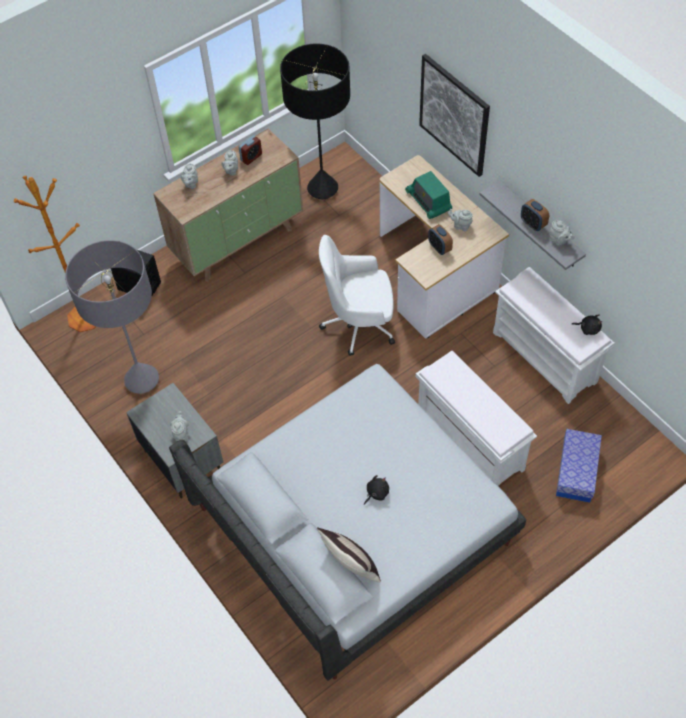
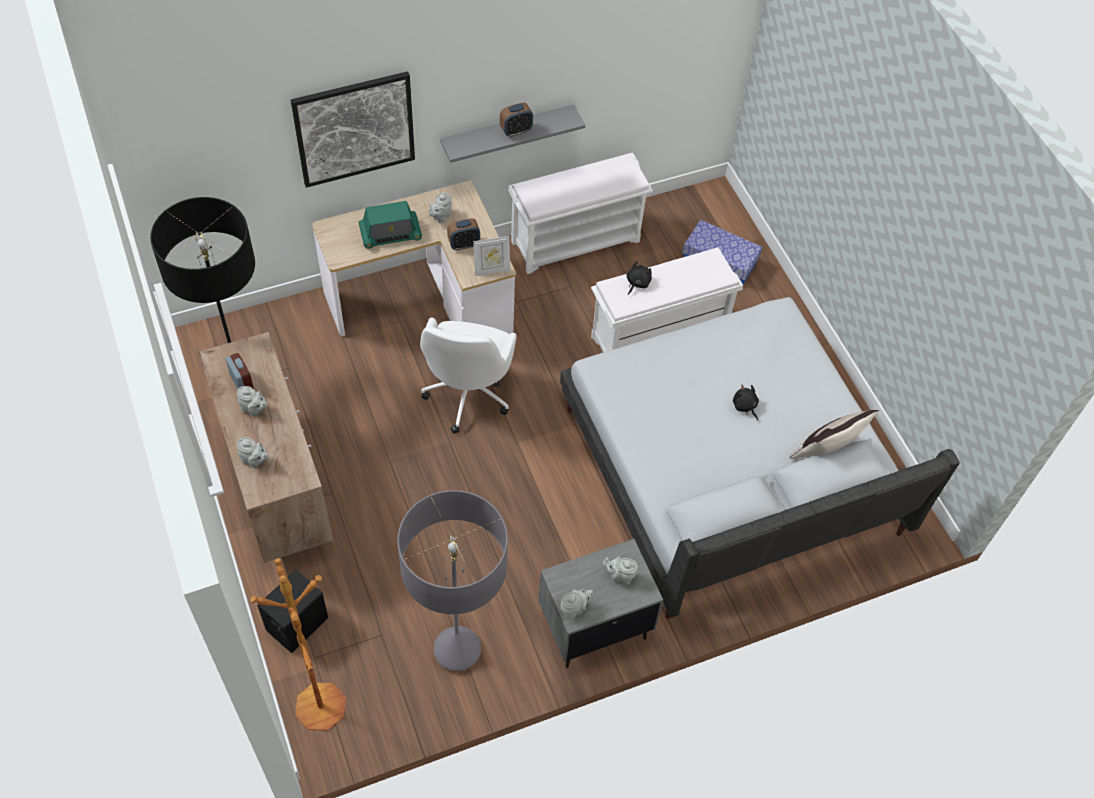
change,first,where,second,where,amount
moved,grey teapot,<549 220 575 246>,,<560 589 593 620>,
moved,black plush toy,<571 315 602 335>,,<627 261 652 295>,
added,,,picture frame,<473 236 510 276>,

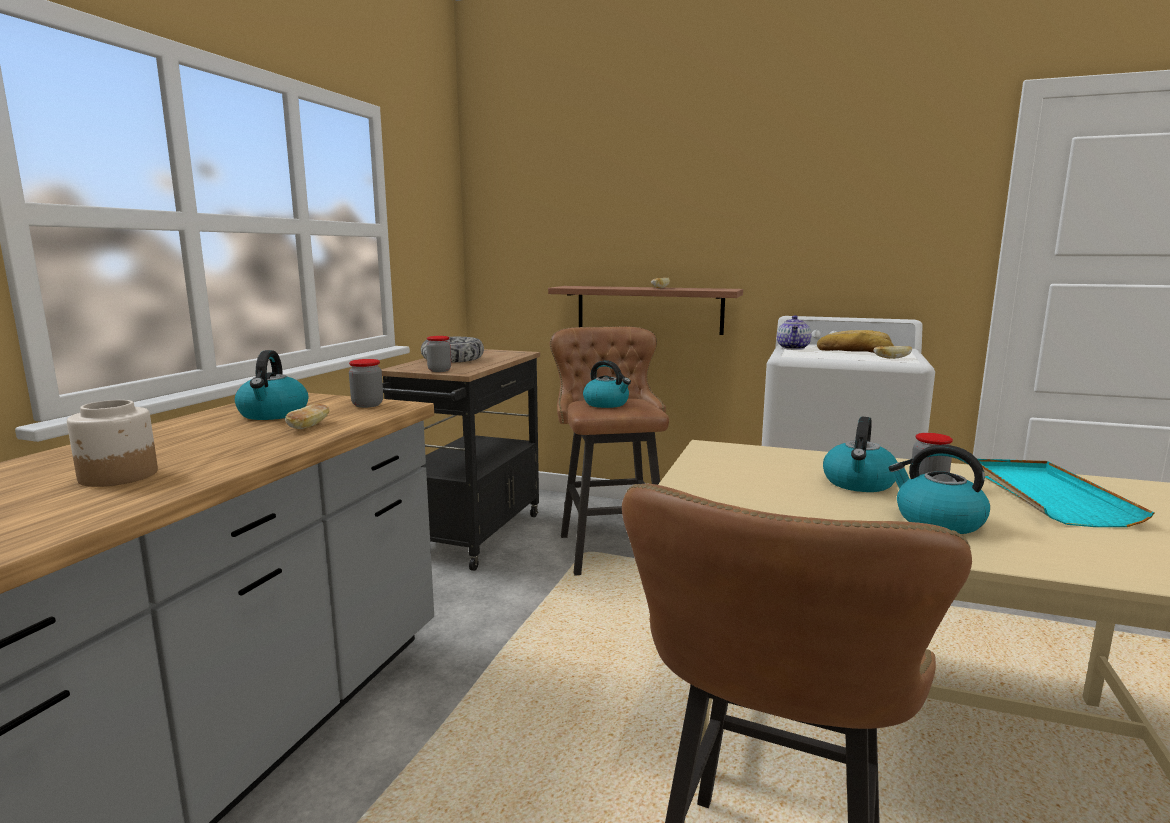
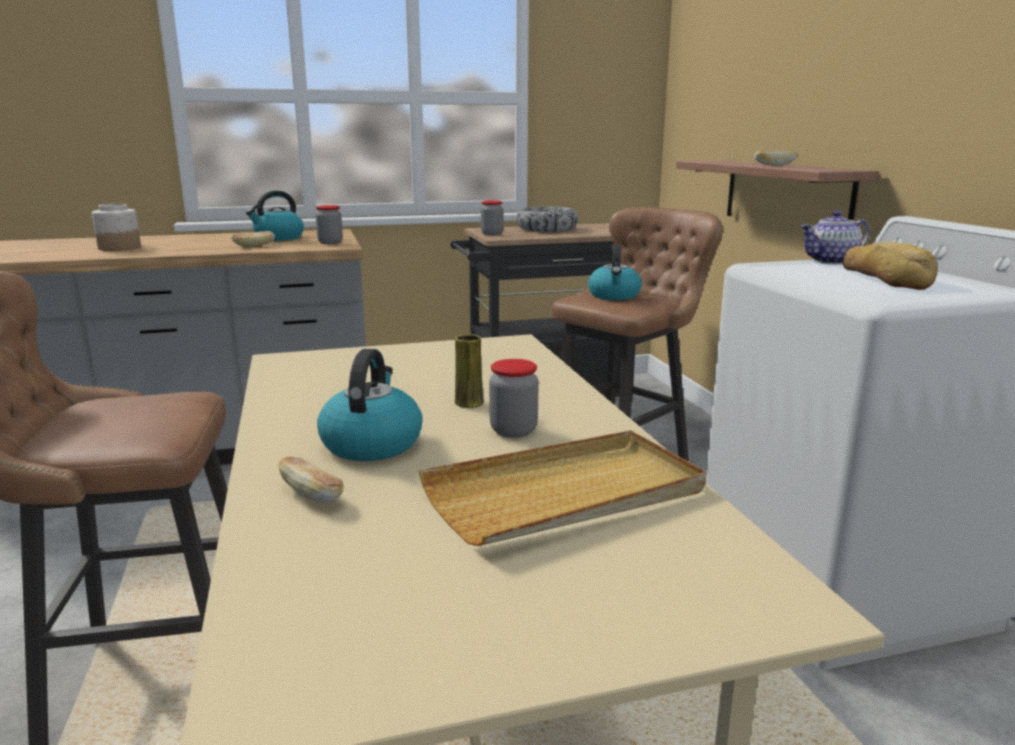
change,first,where,second,where,amount
moved,bread,<873 346 912 359>,,<278 456 344 503>,
replaced,kettle,<823 417 898 492>,yellow vase,<455 334 484 408>,
recoloured,turquoise tray,<978 459 1155 527>,beige tray,<419 430 707 546>,

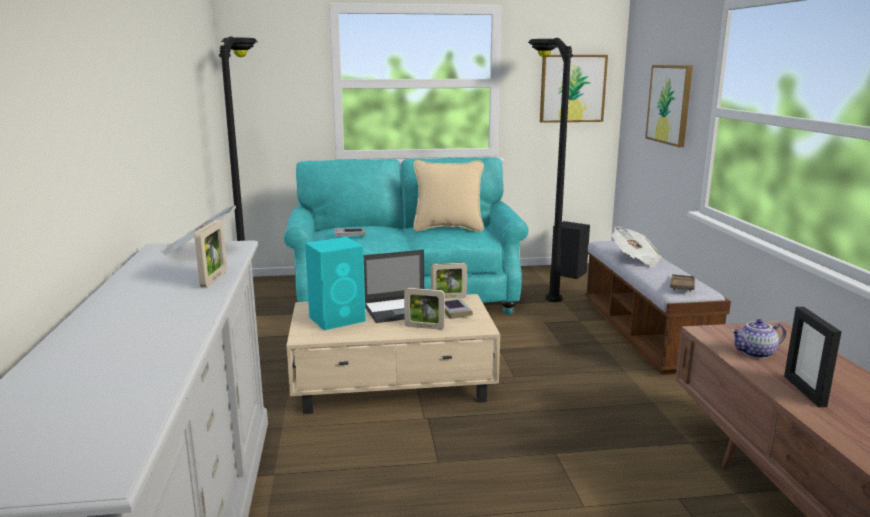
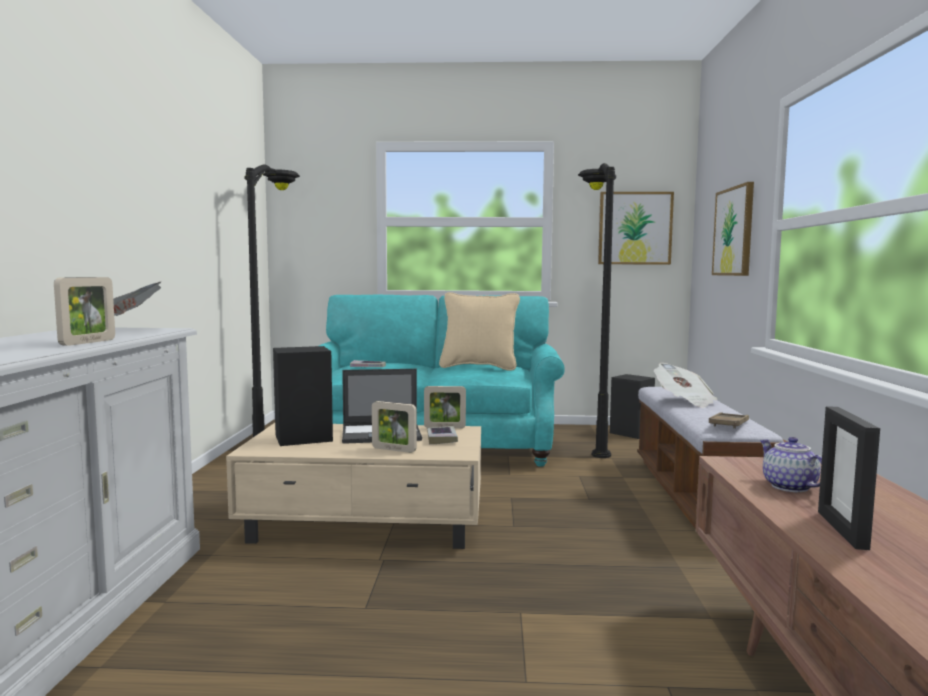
change,first,where,second,where,amount
recoloured,turquoise speaker,<305 237 366 330>,black speaker,<273 346 333 446>,
turned,teapot,<731 319 786 359>,,<760 437 822 492>,75 degrees clockwise

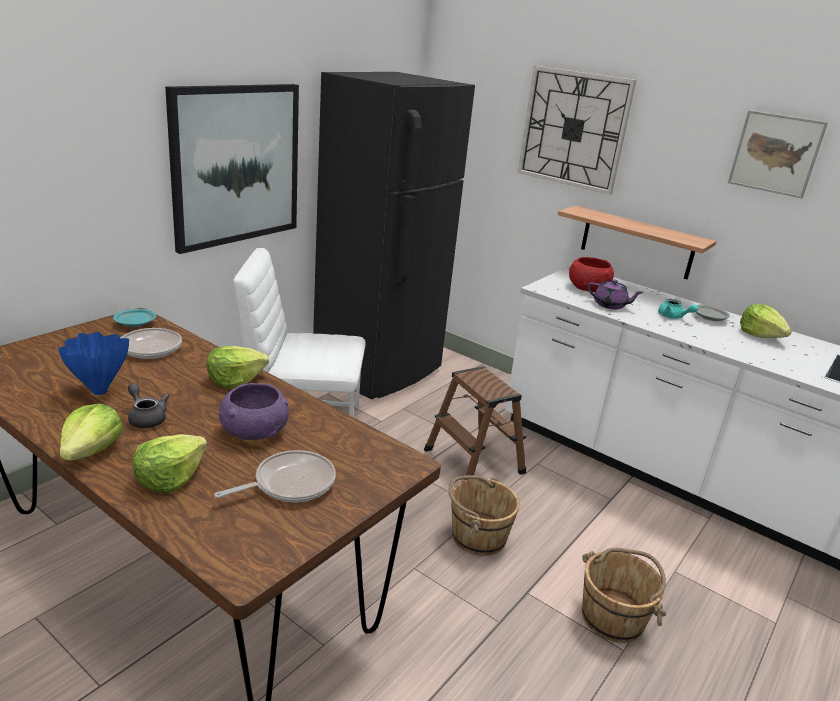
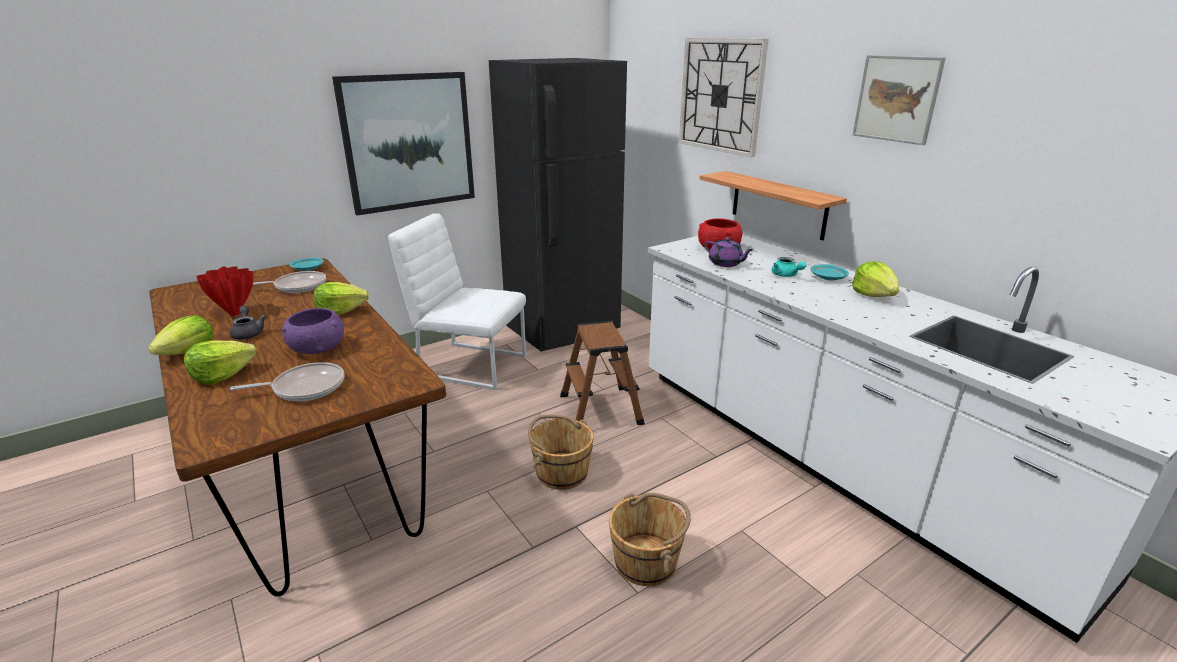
change,first,where,second,where,amount
recoloured,grey plate,<696 305 730 321>,turquoise plate,<811 264 849 281>,
recoloured,blue vase,<58 332 129 395>,red vase,<196 266 253 316>,

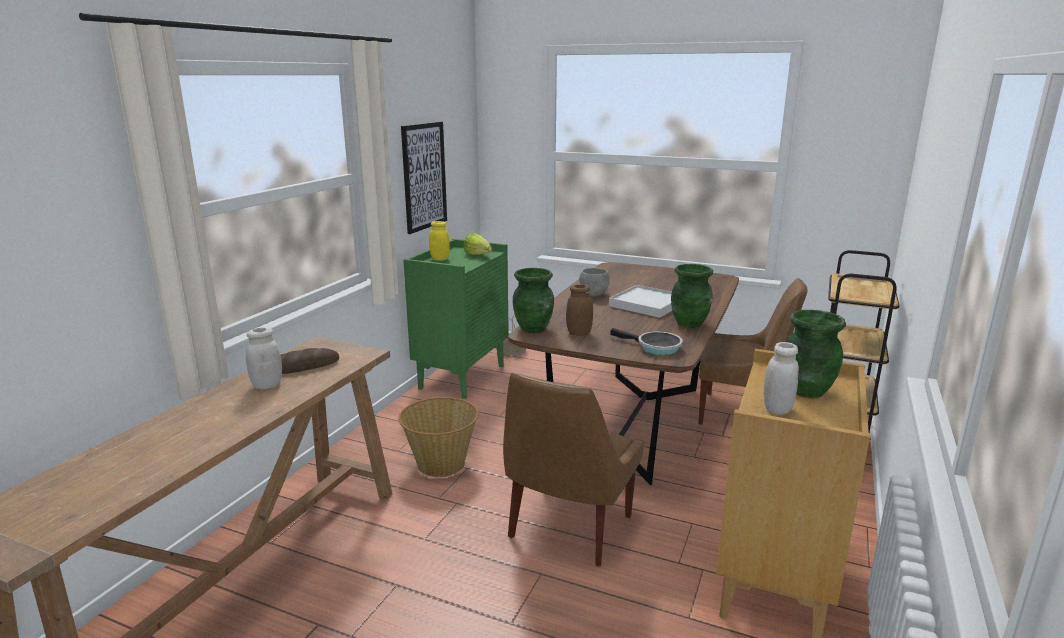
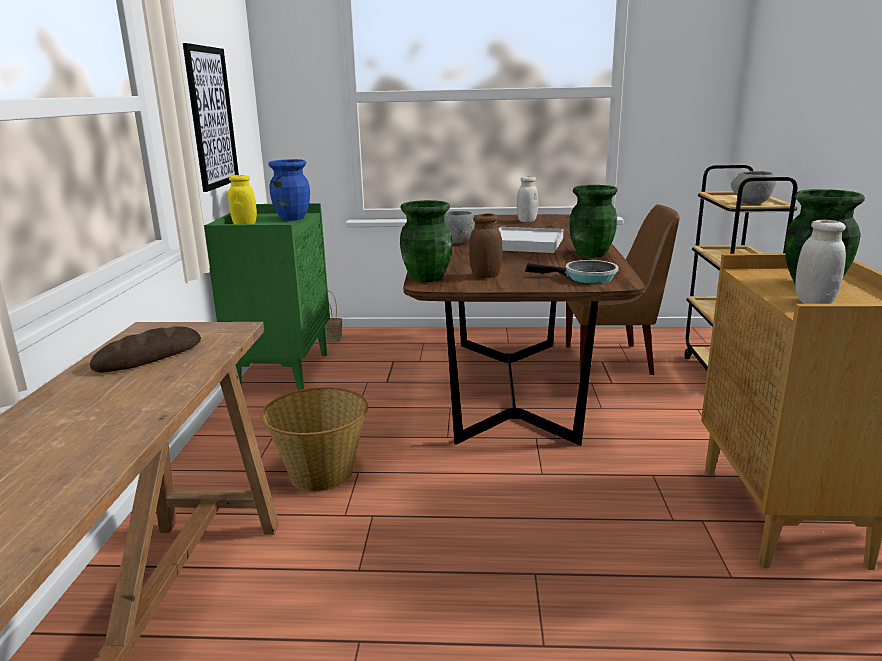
change,first,where,second,where,amount
replaced,lettuce,<464 233 492 255>,blue vase,<268 159 310 221>,
moved,white jar,<246 327 282 389>,,<517 176 538 222>,
removed,brown chair,<503 372 644 566>,,,
added,,,grey bowl,<731 171 776 205>,

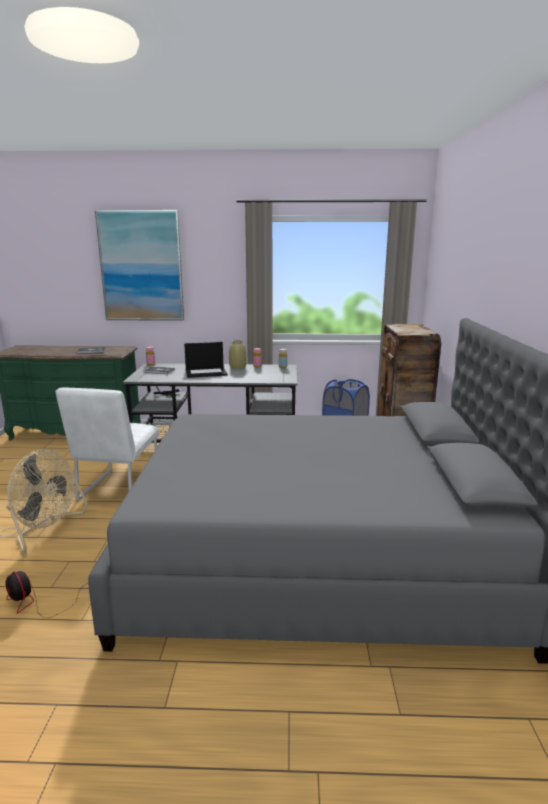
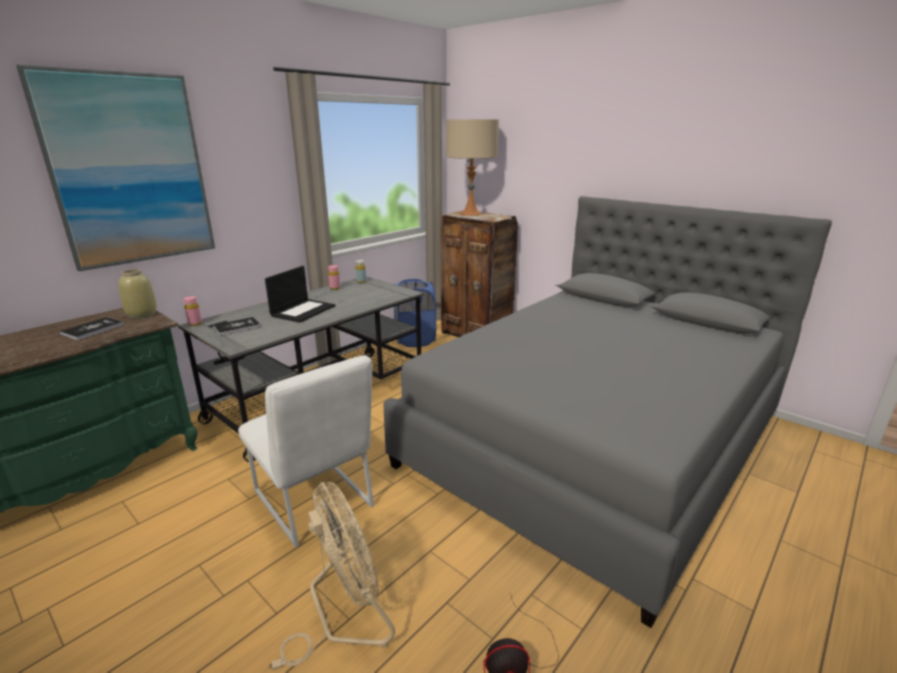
change,first,where,second,where,amount
moved,beige vase,<229 340 246 370>,,<119 269 156 318>,
added,,,beige table lamp,<446 119 499 216>,

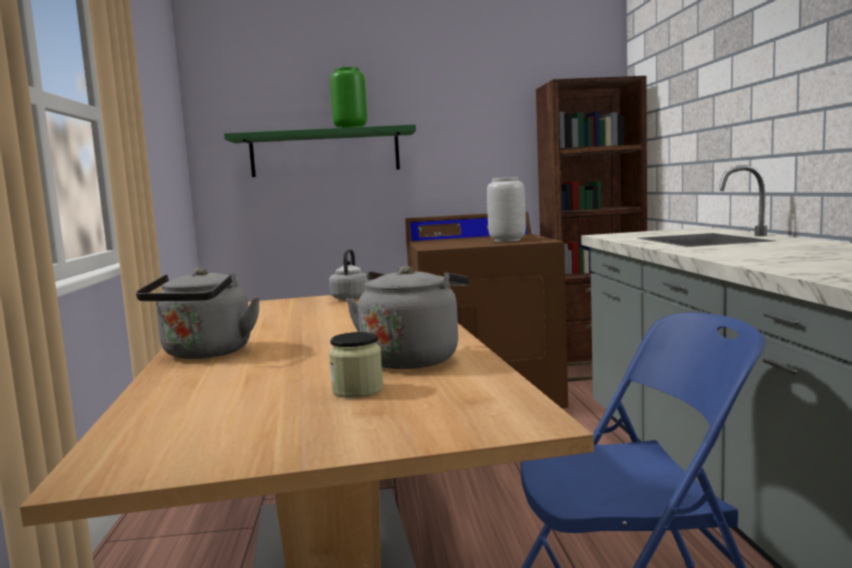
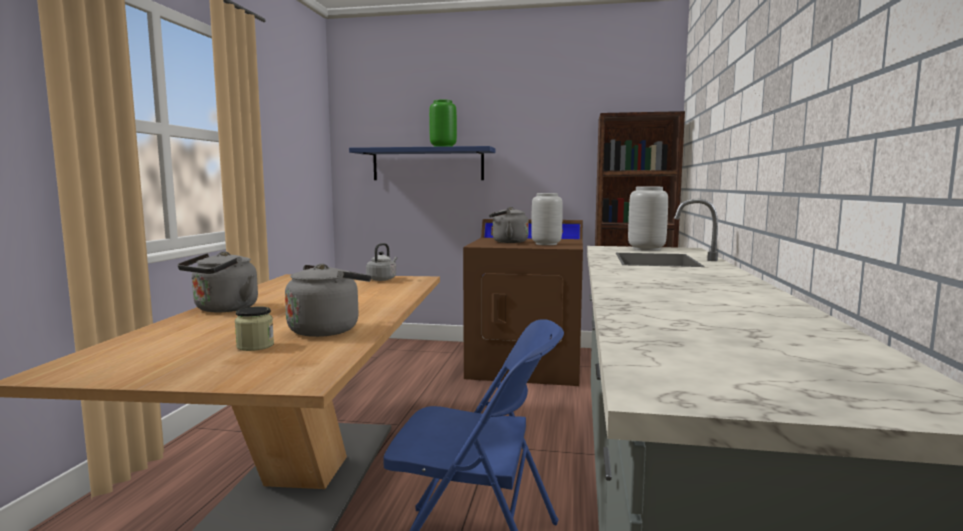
change,first,where,second,where,amount
recoloured,green shelf,<224 124 416 177>,blue shelf,<349 146 496 180>,
added,,,grey vase,<628 187 668 251>,
added,,,grey kettle,<489 207 529 243>,

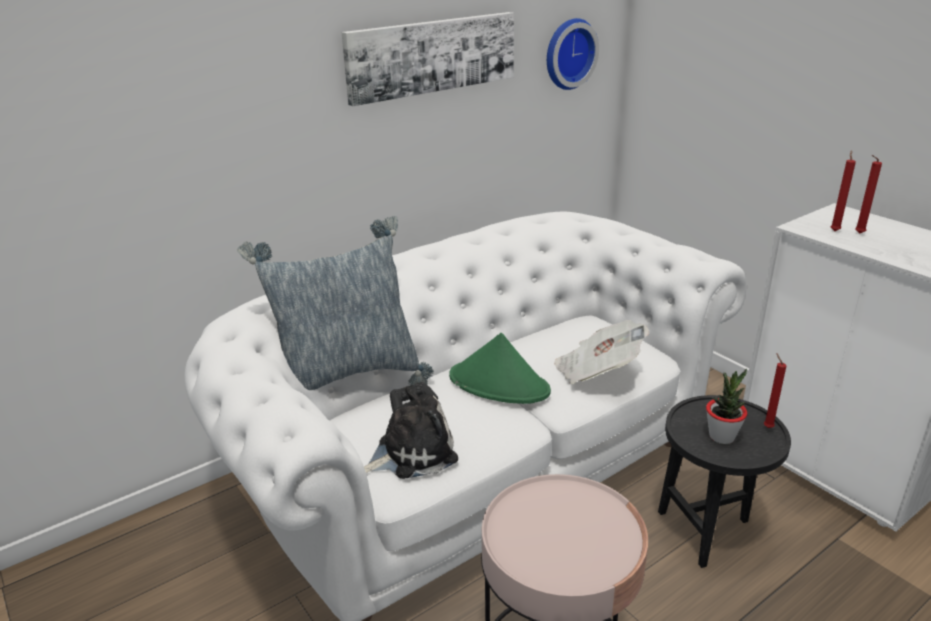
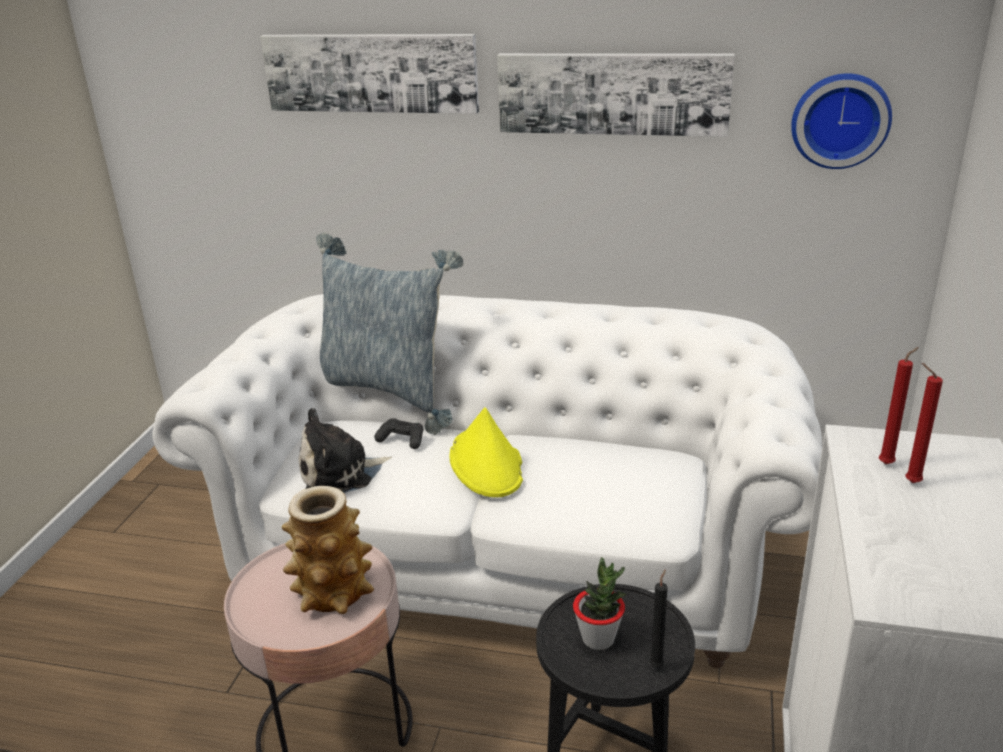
change,first,where,second,where,amount
removed,newspaper,<554 320 649 384>,,,
recoloured,green hat,<449 333 551 404>,yellow hat,<450 407 523 497>,
recoloured,red candle,<764 353 787 428>,black candle,<650 569 668 667>,
turned,plush toy,<364 386 458 479>,,<298 408 392 493>,135 degrees clockwise
added,,,picture,<260 34 479 114>,
added,,,vase,<282 486 374 614>,

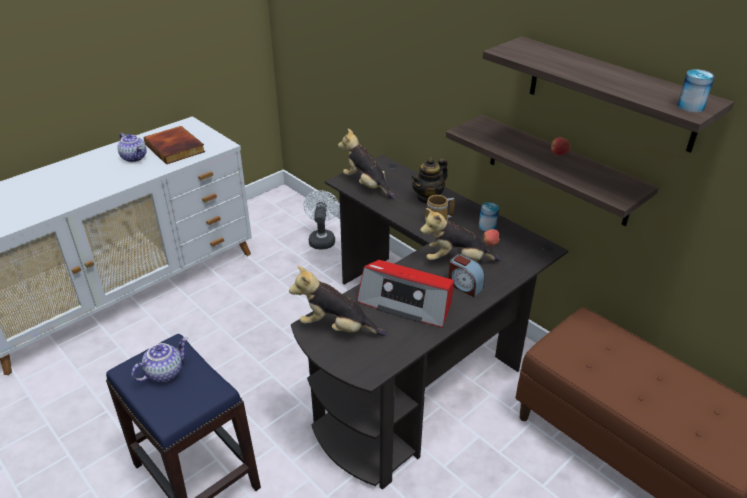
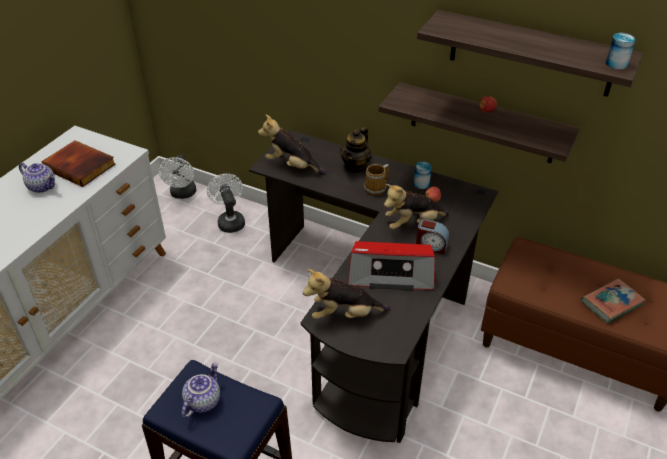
change,first,where,second,where,amount
added,,,white fan,<159 155 196 199>,
added,,,book,<581 279 646 324>,

